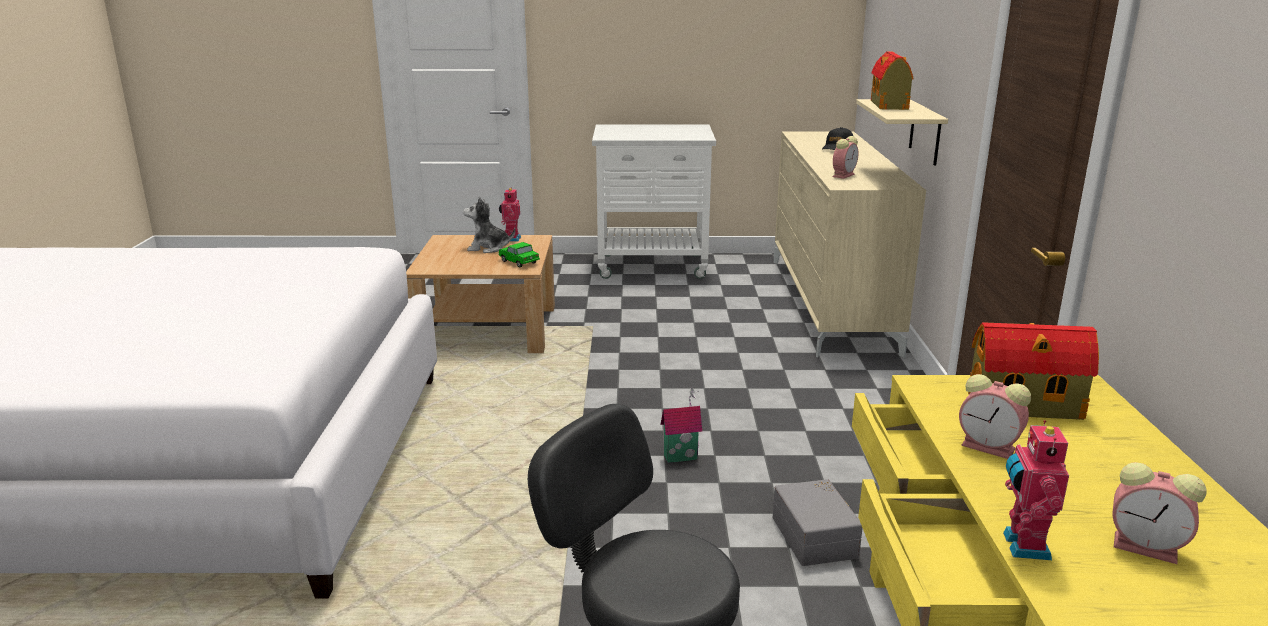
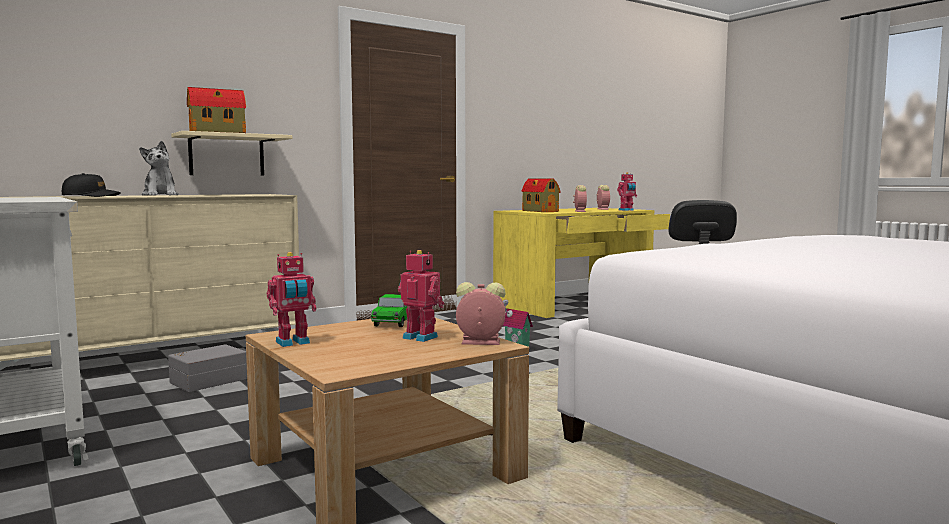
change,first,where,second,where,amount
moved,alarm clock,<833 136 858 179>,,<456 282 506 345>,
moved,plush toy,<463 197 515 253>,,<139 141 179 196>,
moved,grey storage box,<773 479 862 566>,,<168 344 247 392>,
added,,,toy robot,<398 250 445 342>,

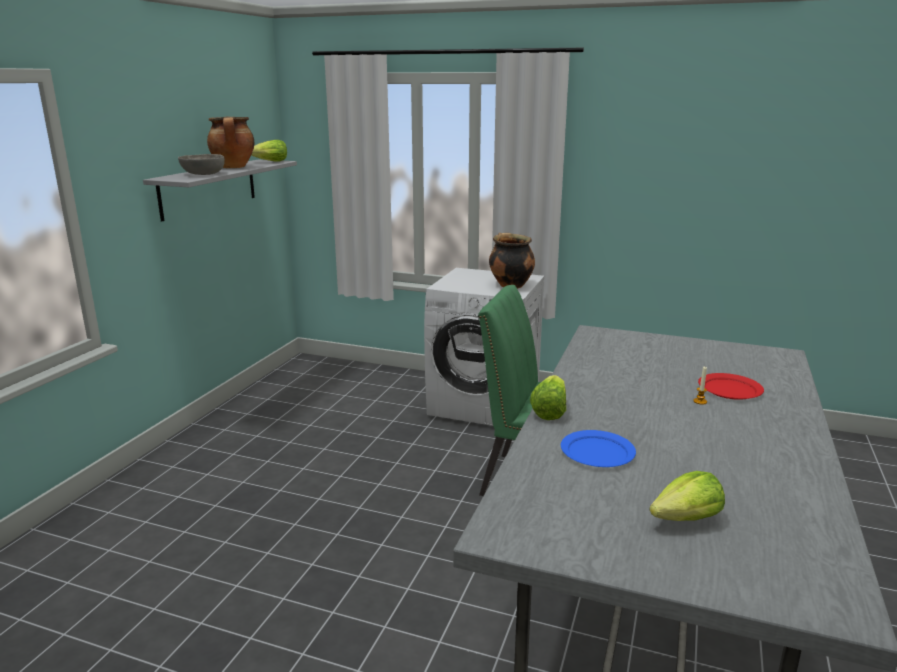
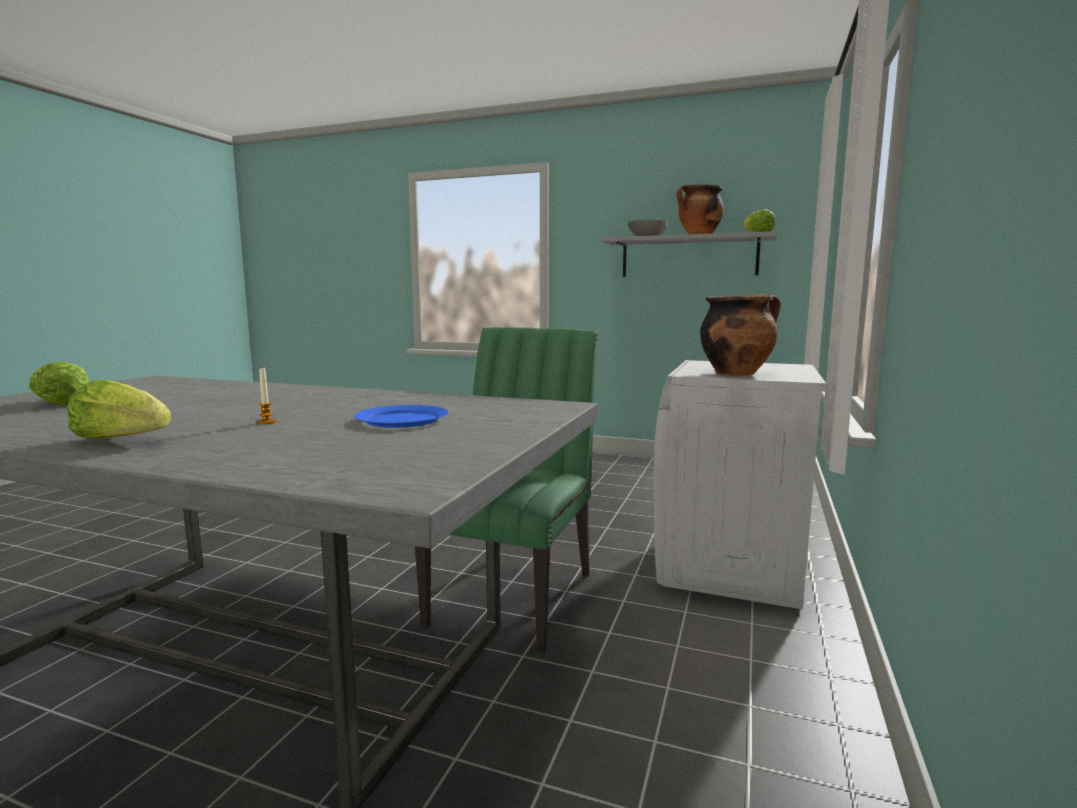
change,first,where,second,where,amount
removed,red plate,<698 373 764 400>,,,
moved,lettuce,<530 375 566 420>,,<67 380 171 439>,
moved,blue plate,<561 430 636 467>,,<354 405 448 428>,

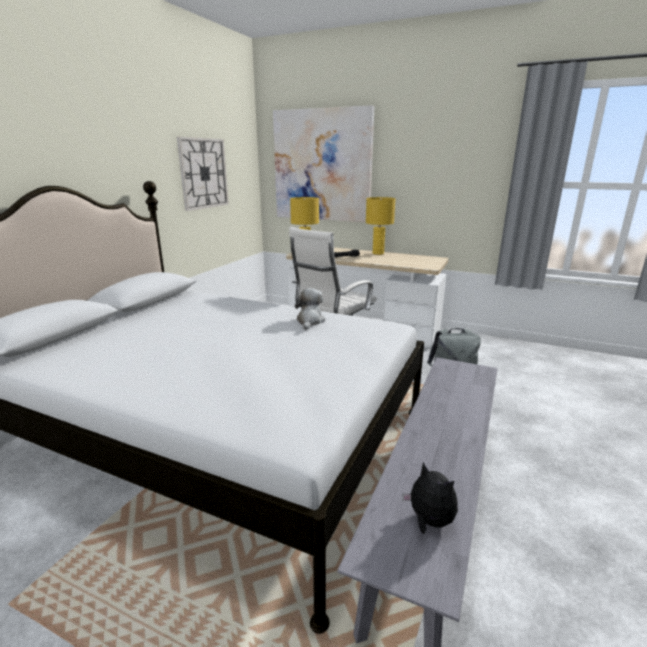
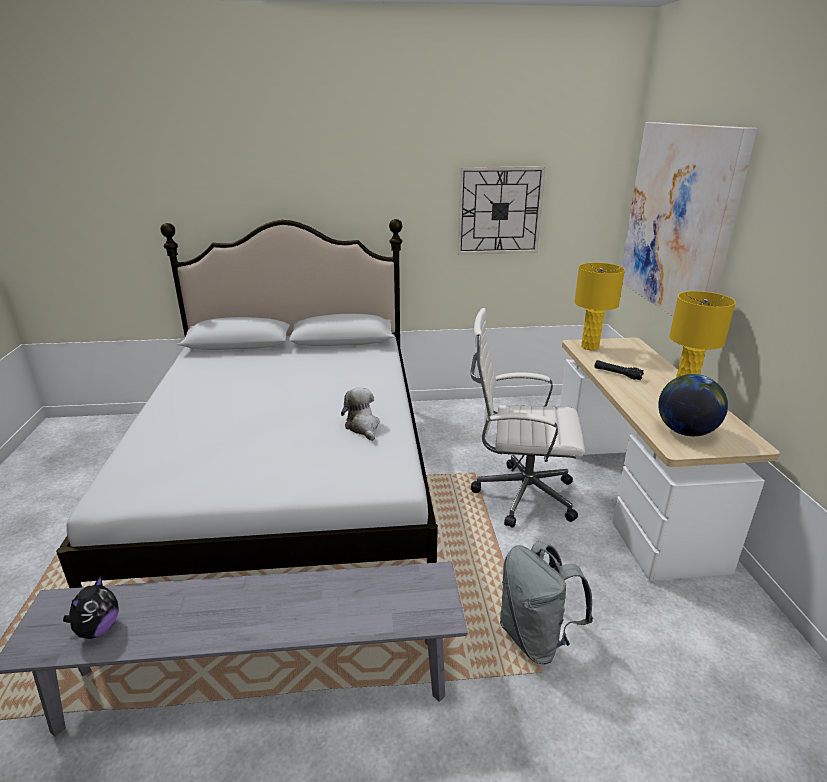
change,first,where,second,where,amount
turned,plush toy,<295 288 325 330>,,<341 388 379 441>,90 degrees counterclockwise
added,,,globe,<658 374 728 436>,

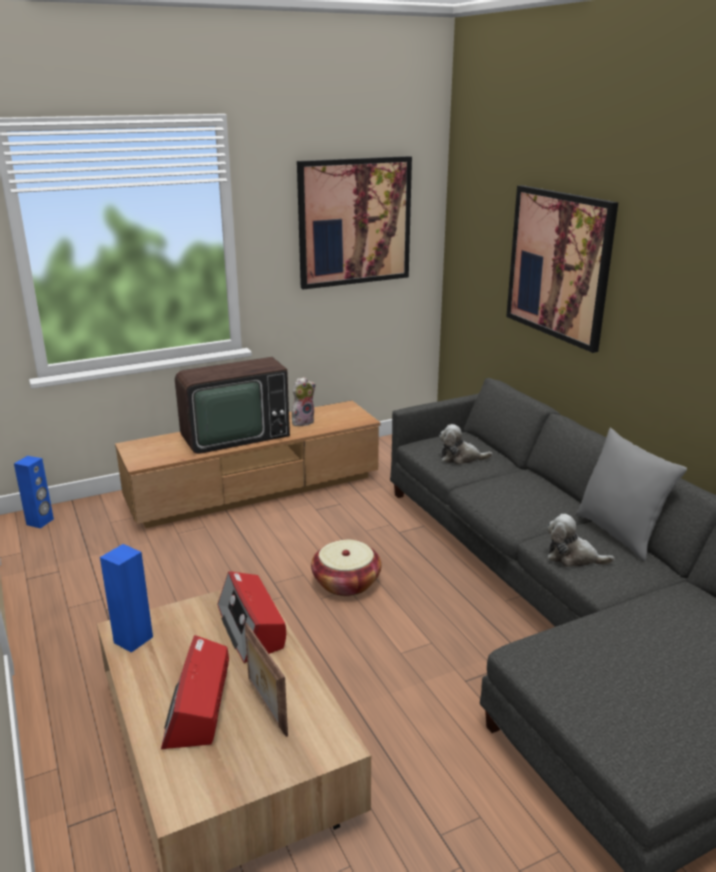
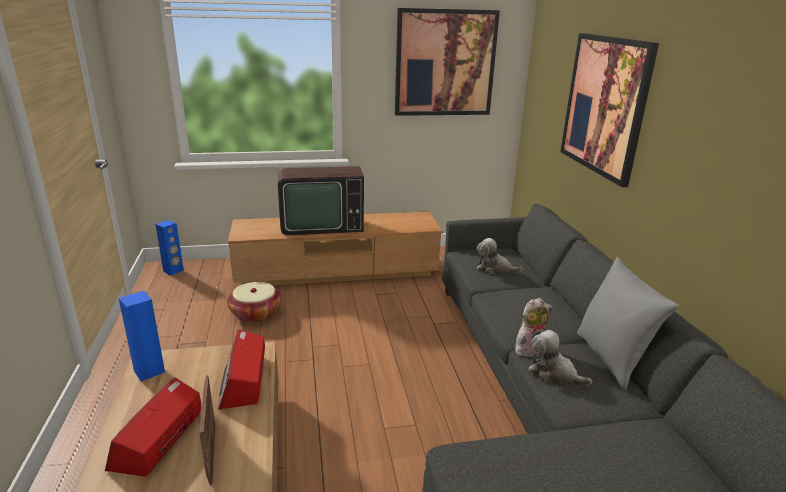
change,first,where,second,where,amount
moved,plush toy,<292 377 316 426>,,<515 298 552 357>,
moved,basket,<311 540 382 596>,,<227 282 282 323>,

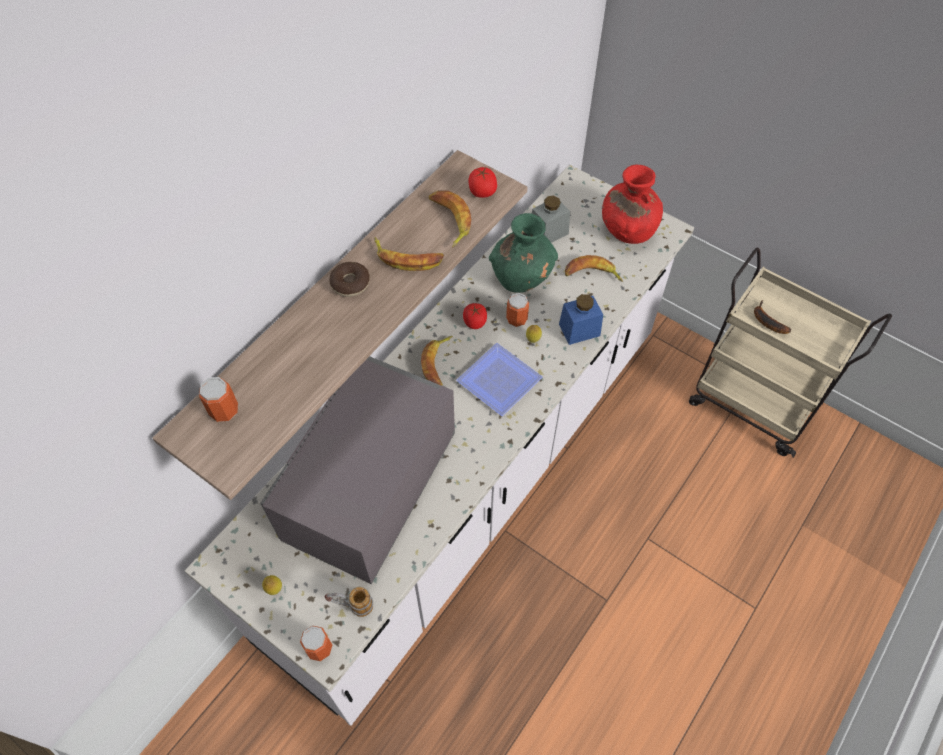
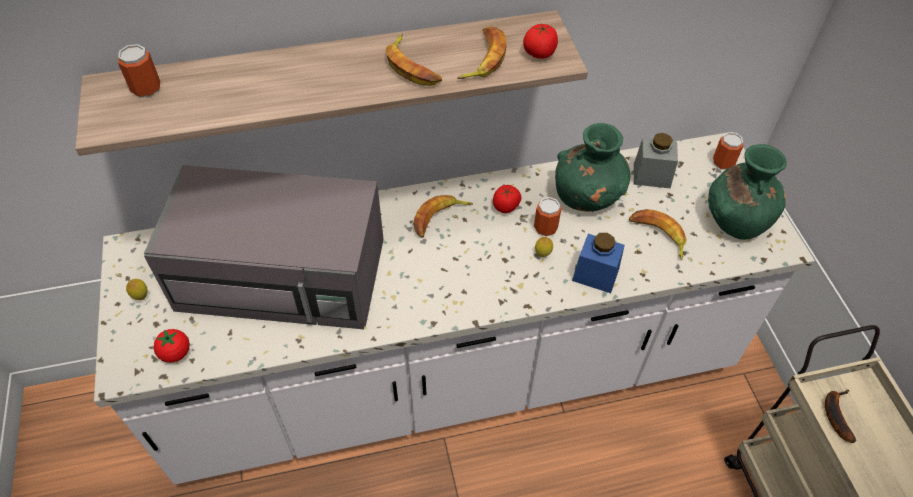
change,first,where,second,where,amount
recoloured,red vase,<602 165 663 244>,green vase,<708 144 787 240>,
removed,donut,<329 262 370 297>,,,
removed,plate,<456 343 543 416>,,,
turned,grey microwave,<260 356 455 584>,,<144 165 384 329>,150 degrees counterclockwise
replaced,mug,<325 587 373 617>,tomato,<154 329 190 363>,
moved,can,<300 626 332 661>,,<713 132 743 170>,

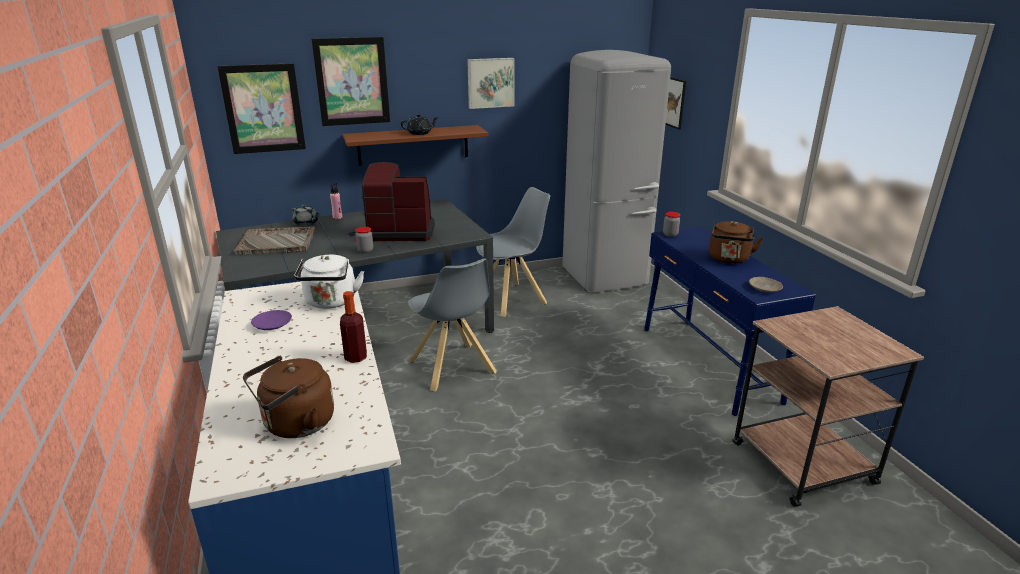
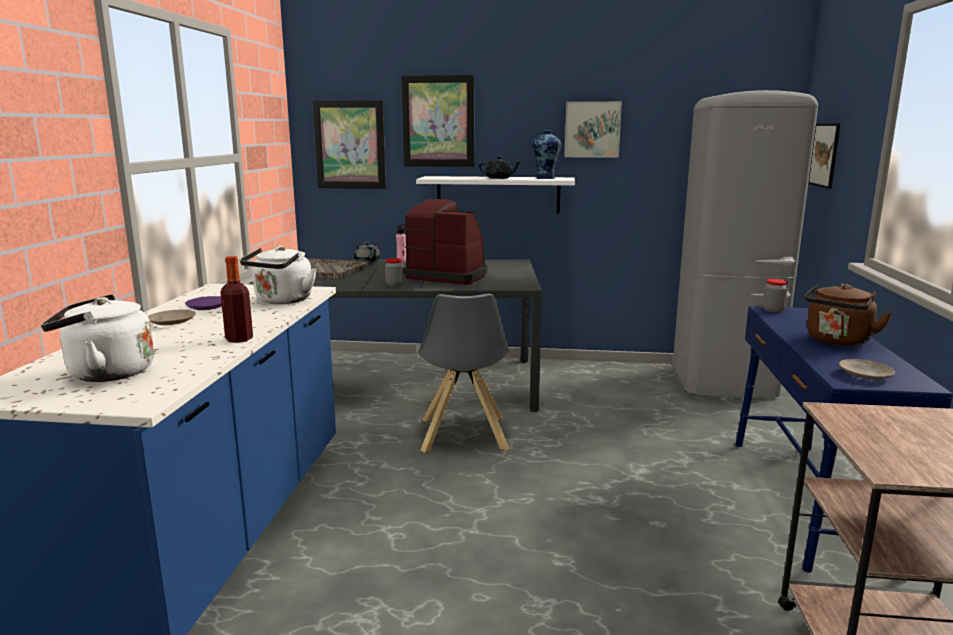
change,first,where,second,where,amount
recoloured,brown shelf,<343 125 488 166>,white shelf,<416 176 575 214>,
removed,grey chair,<476 187 550 317>,,,
recoloured,brown kettle,<243 356 334 438>,white kettle,<41 294 154 382>,
added,,,vase,<532 130 562 179>,
added,,,beige plate,<148 310 196 325>,

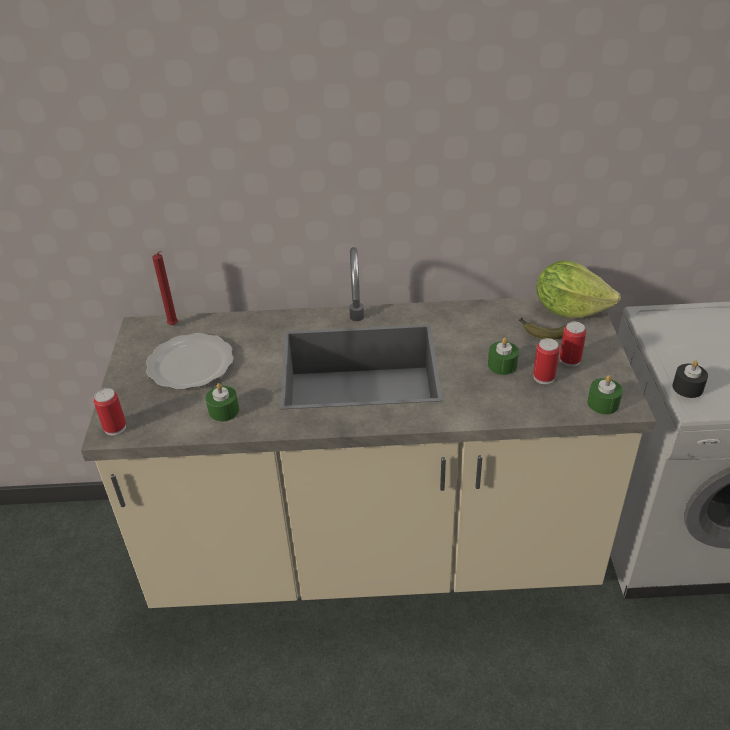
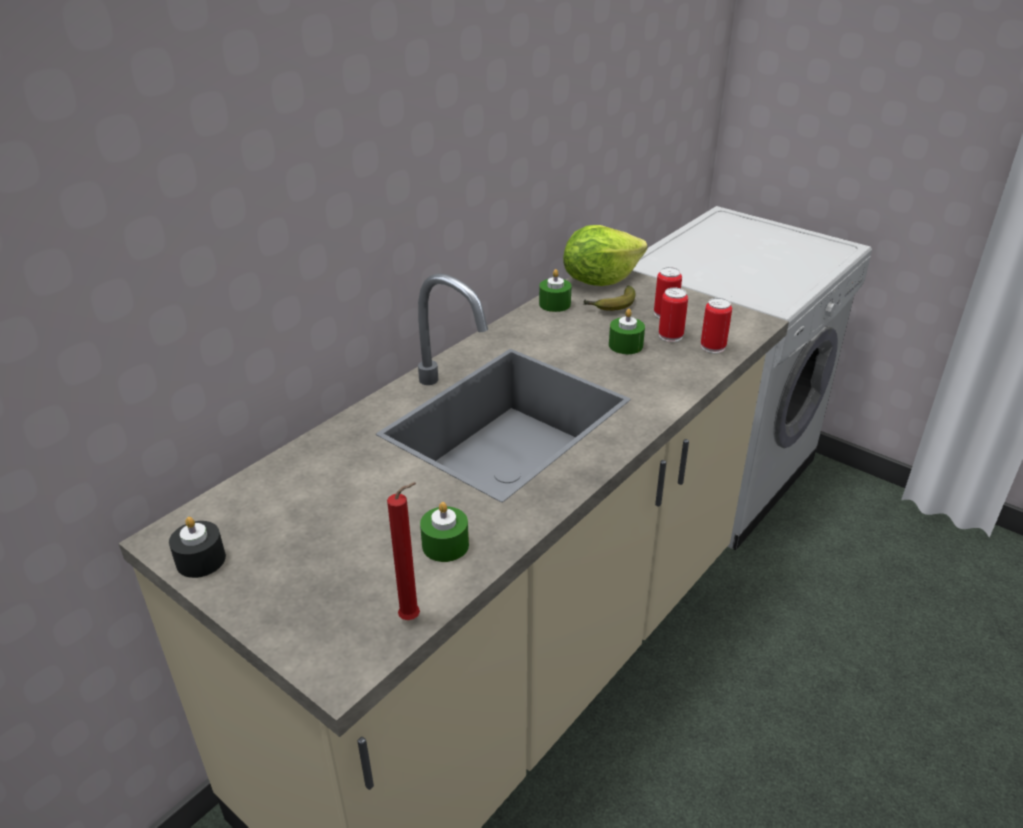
change,first,where,second,where,amount
moved,red candle,<152 251 178 325>,,<387 482 420 620>,
removed,plate,<146 333 234 390>,,,
moved,black candle,<672 360 708 398>,,<169 517 226 578>,
moved,green candle,<587 375 623 414>,,<539 269 572 312>,
moved,can,<94 388 126 435>,,<701 298 732 353>,

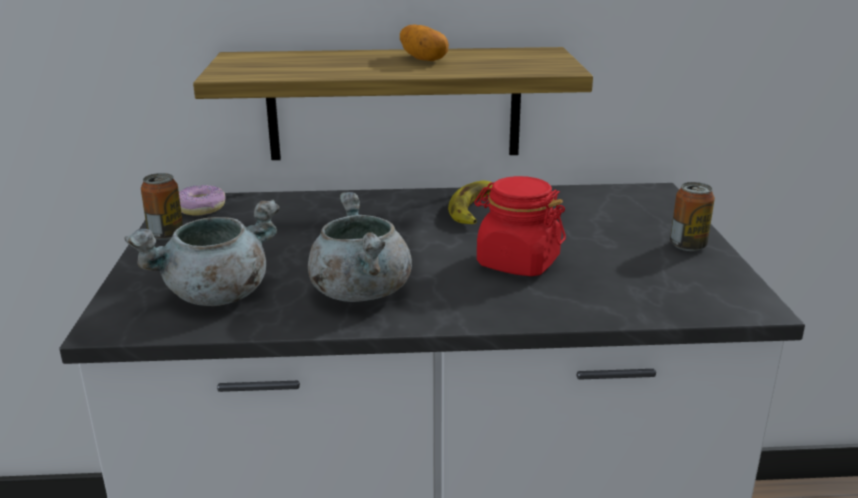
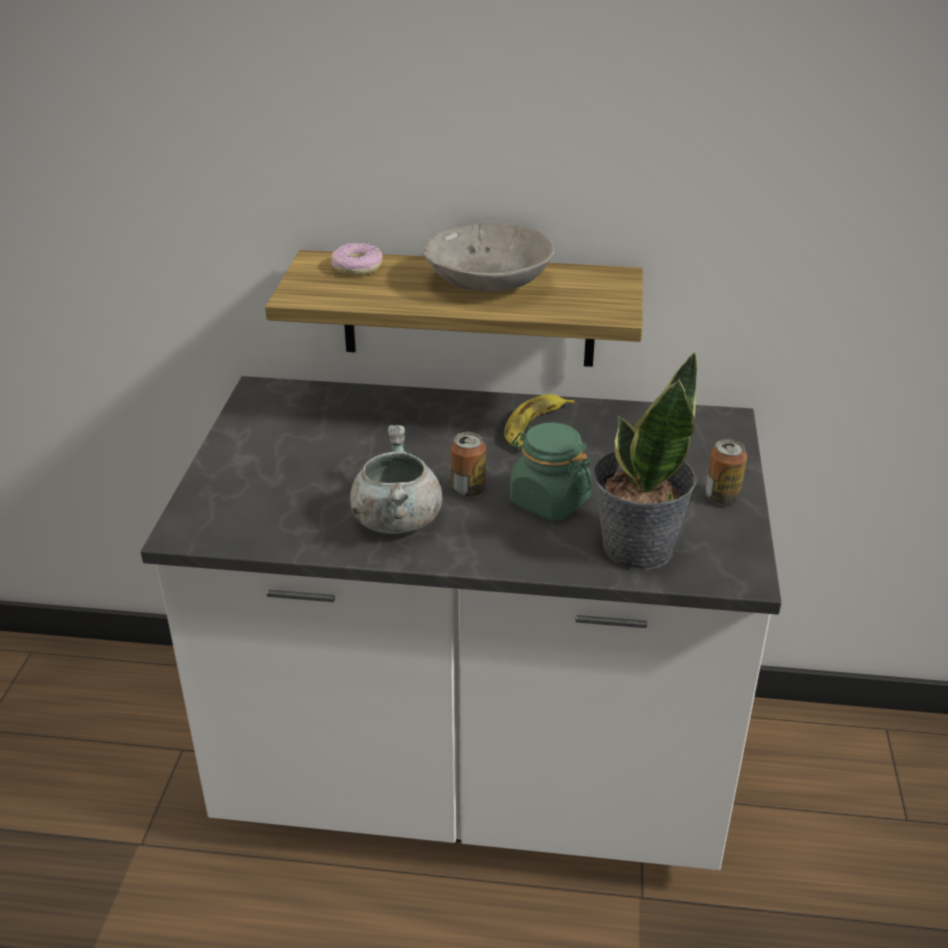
change,first,where,second,where,amount
replaced,potato,<400 25 449 61>,grey bowl,<423 223 555 292>,
moved,can,<141 173 183 240>,,<450 432 486 497>,
recoloured,red jar,<474 176 566 276>,green jar,<510 422 592 521>,
moved,donut,<179 185 226 215>,,<331 243 382 276>,
removed,grey cooking pot,<125 199 280 306>,,,
added,,,potted plant,<592 351 698 570>,

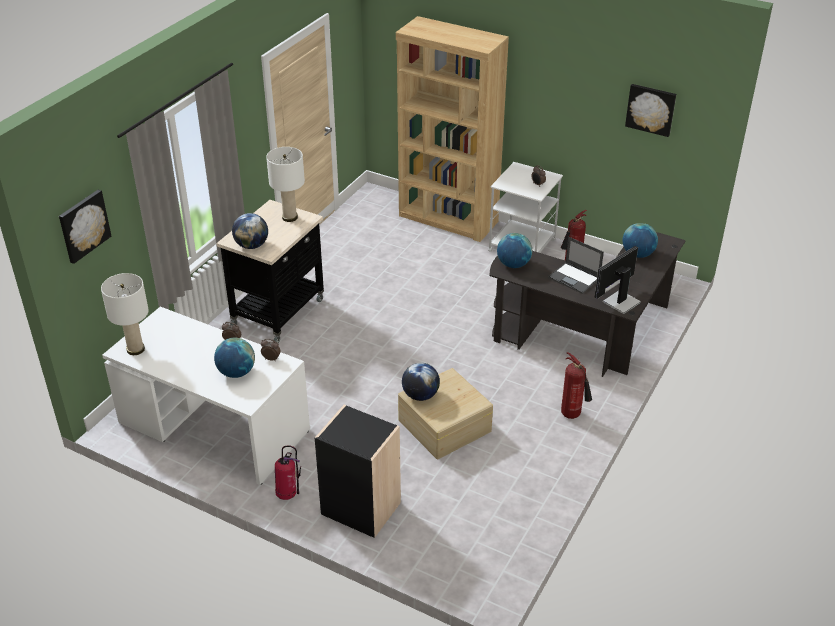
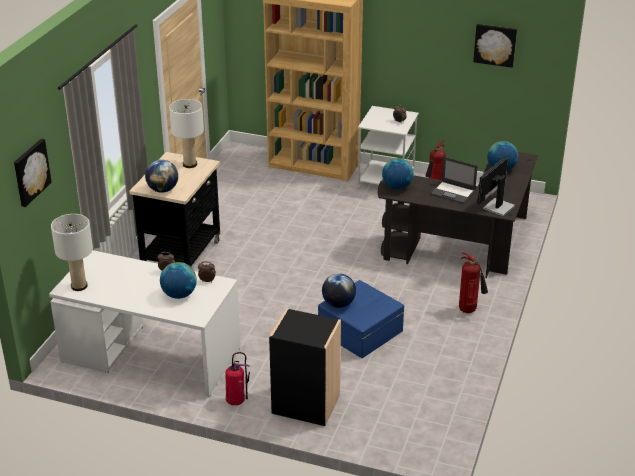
change,first,where,second,where,amount
recoloured,beige storage box,<398 368 493 459>,blue storage box,<318 280 404 358>,

